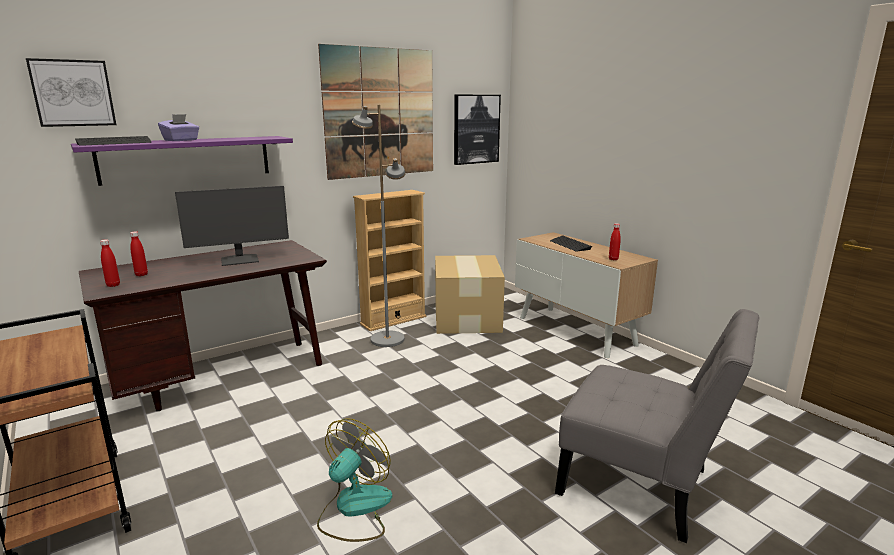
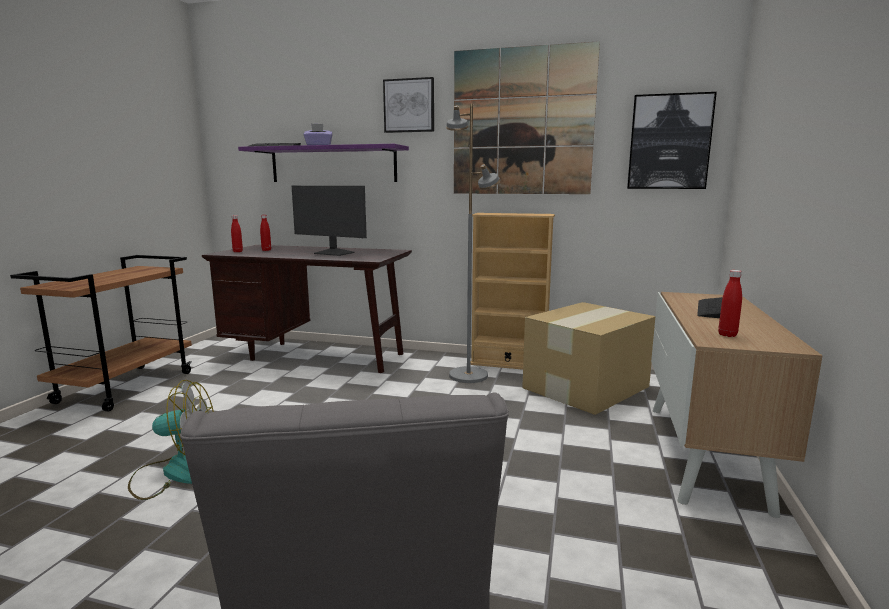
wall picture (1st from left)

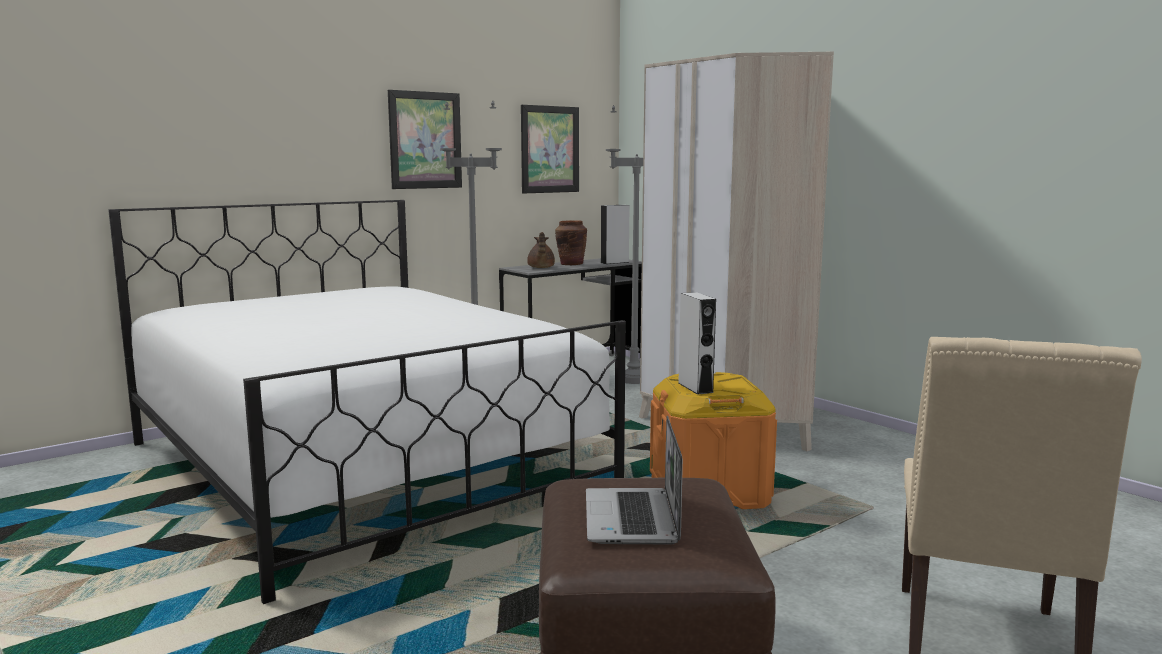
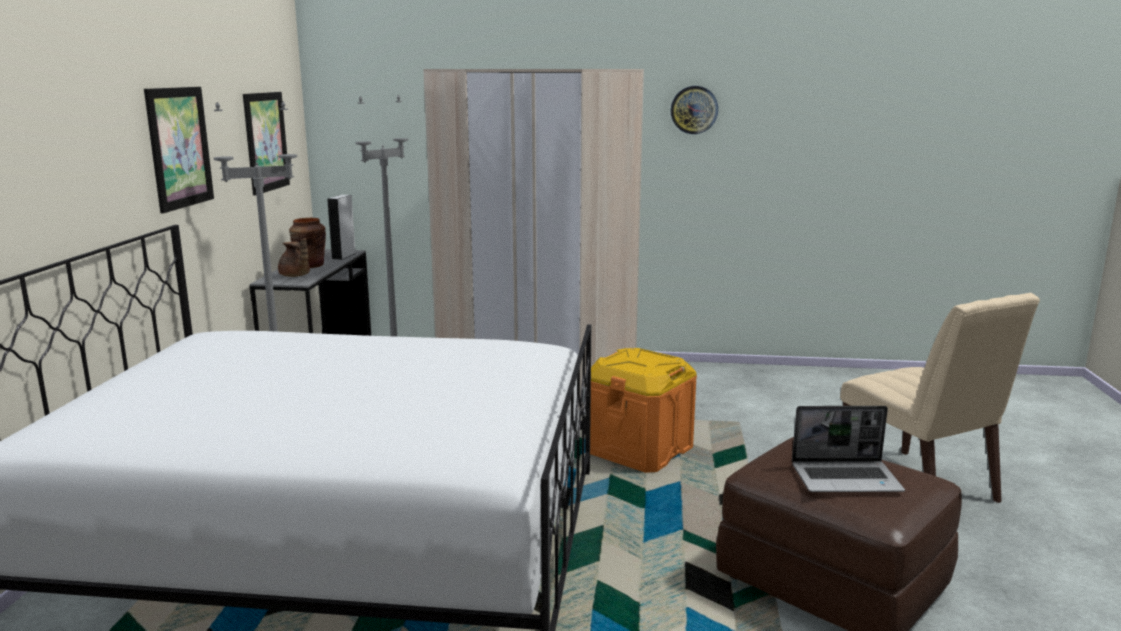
laptop; grey audio speaker (2nd from left in the first image); hanging clock

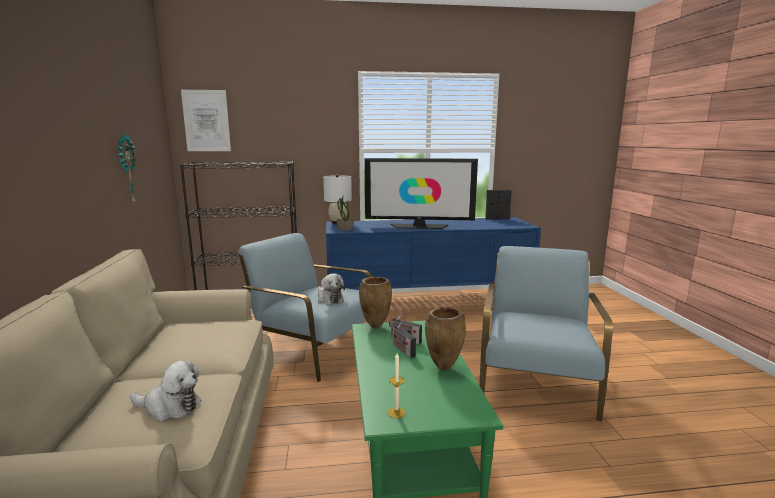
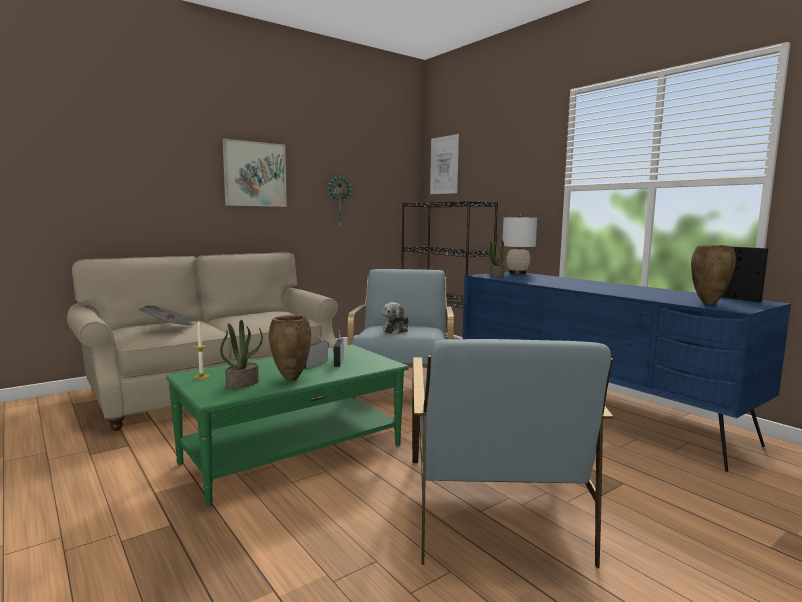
newspaper; brown-coloured vase (2nd from left); TV set; blue easy chair (2nd from left); houseplant (1st from left); wall picture (1st from left)

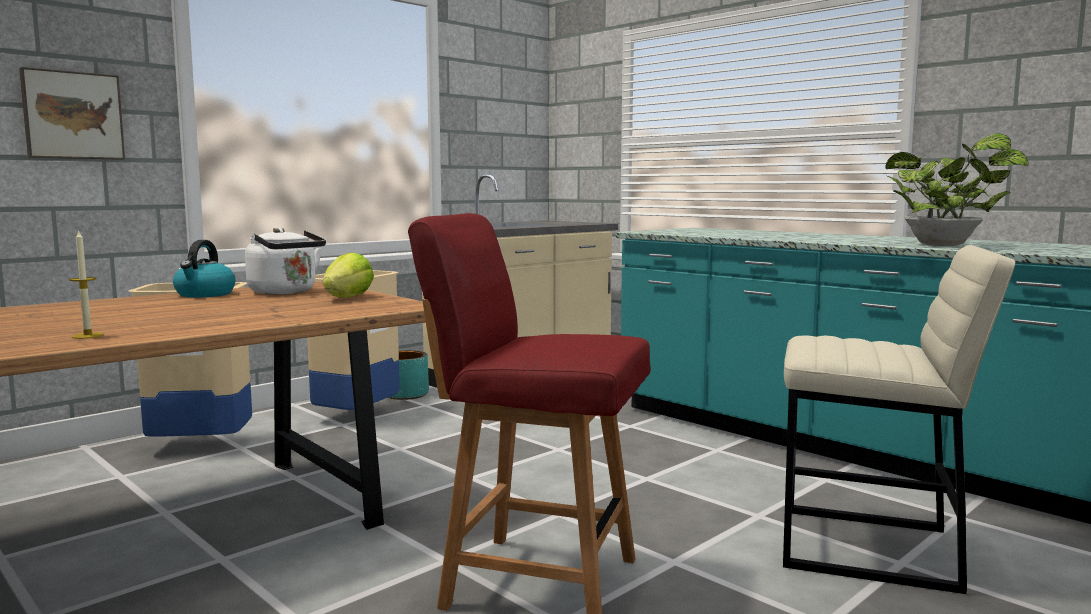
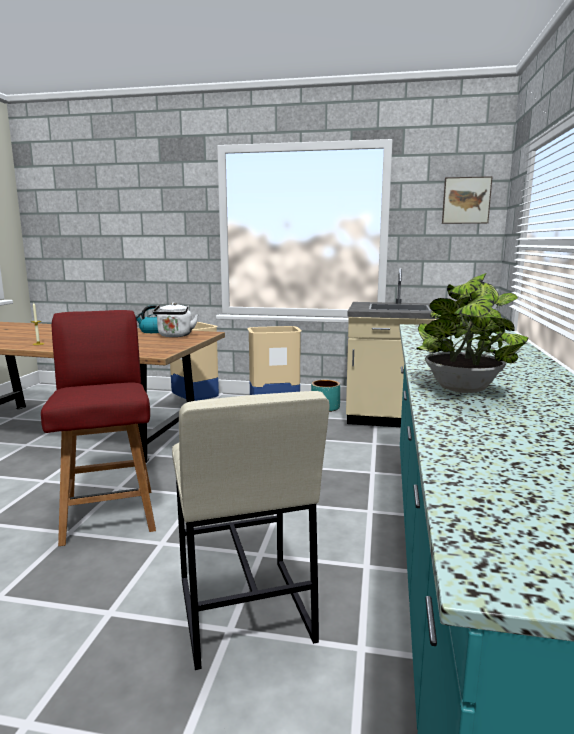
wall picture; lettuce head

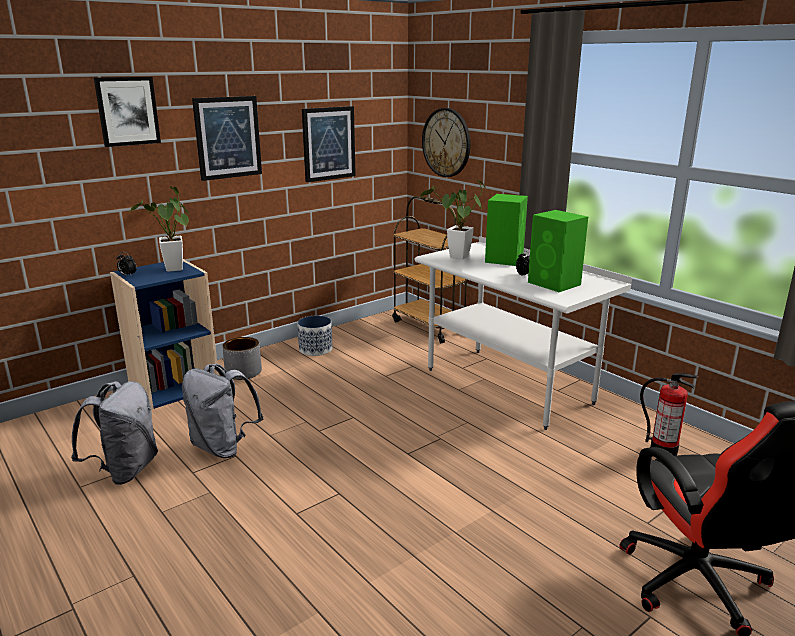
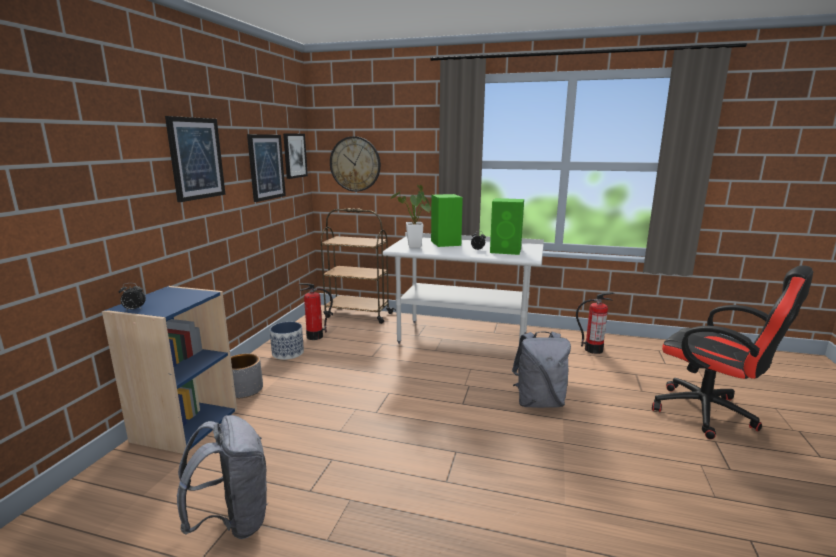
wall picture (3rd from left); houseplant (1st from left in the first image); grey knapsack (2nd from left); extinguisher (1st from left)

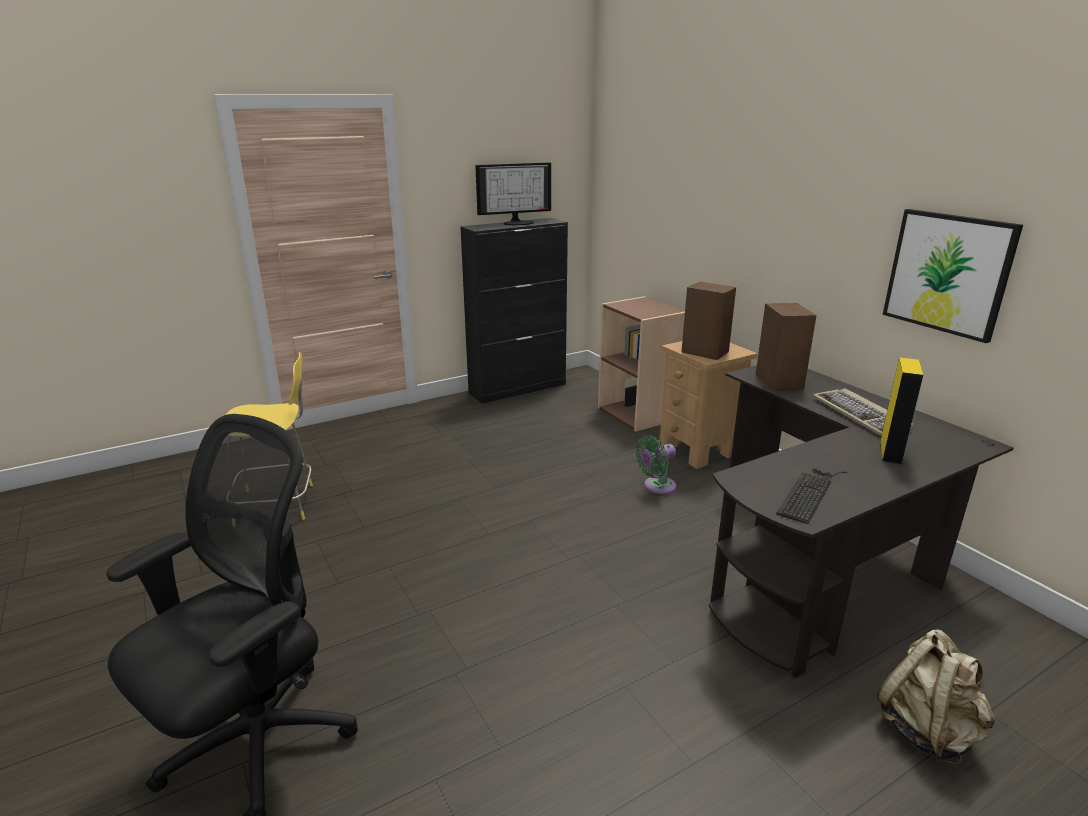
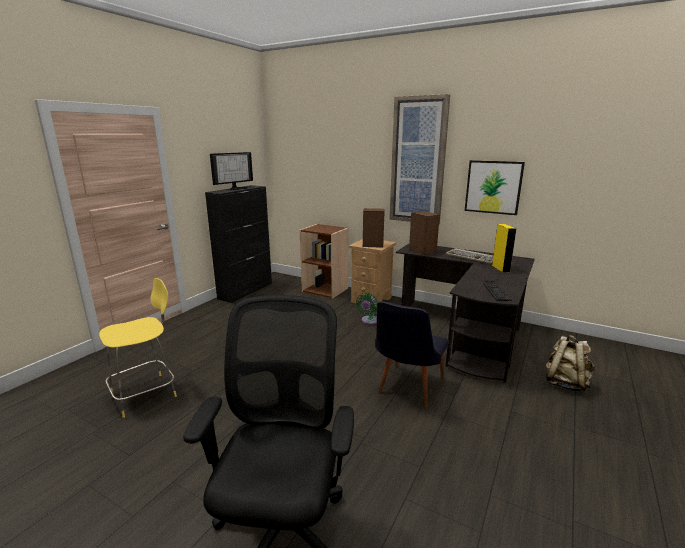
black chair; wall picture (1st from left)

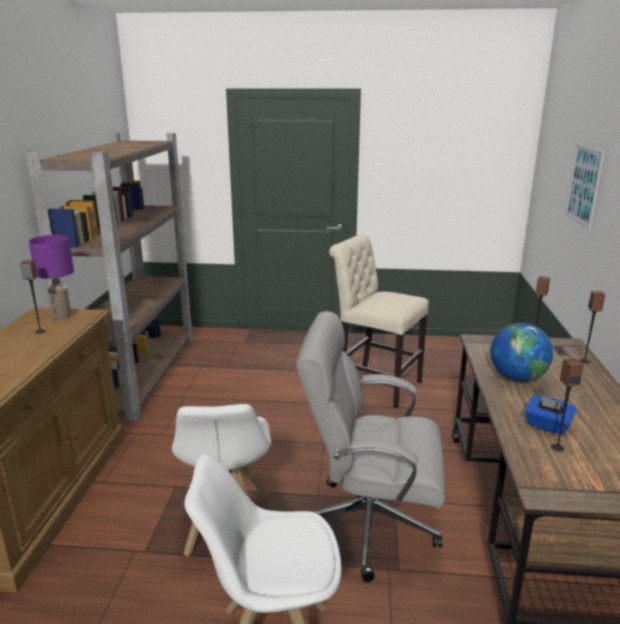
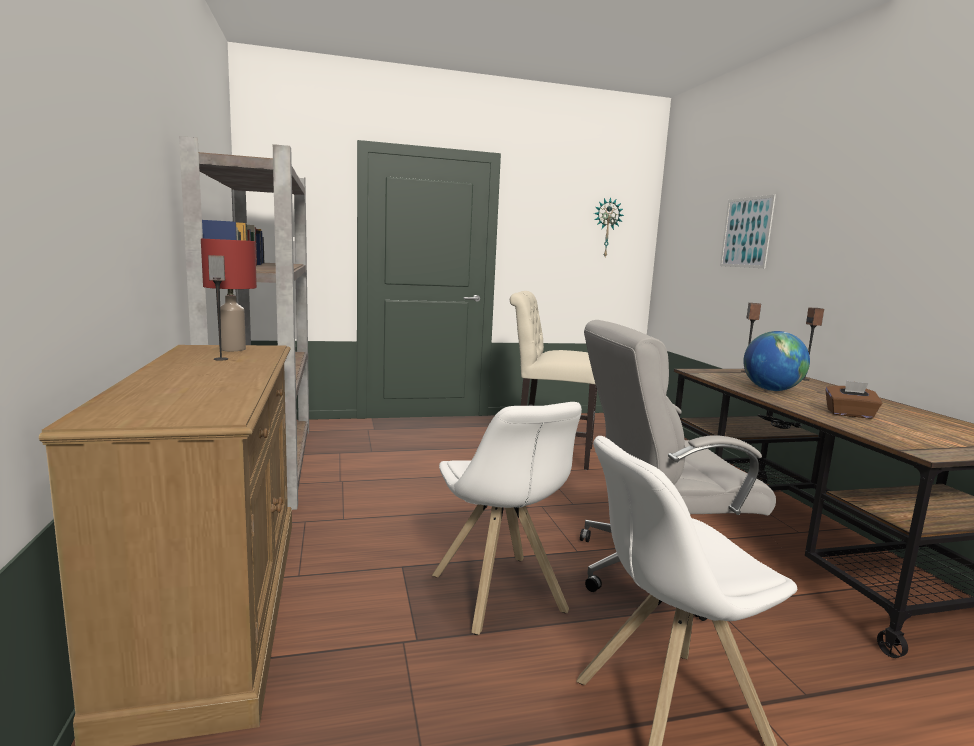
red tabletop lamp; brown-coloured box of tissues; audio speaker (3rd from left in the first image); hanging clock

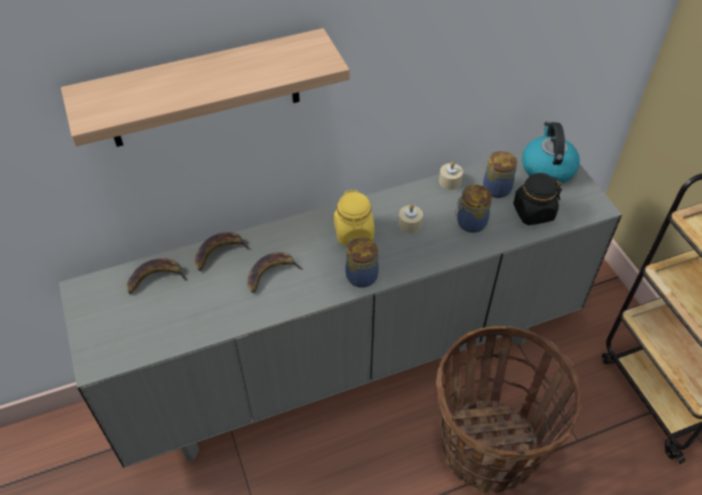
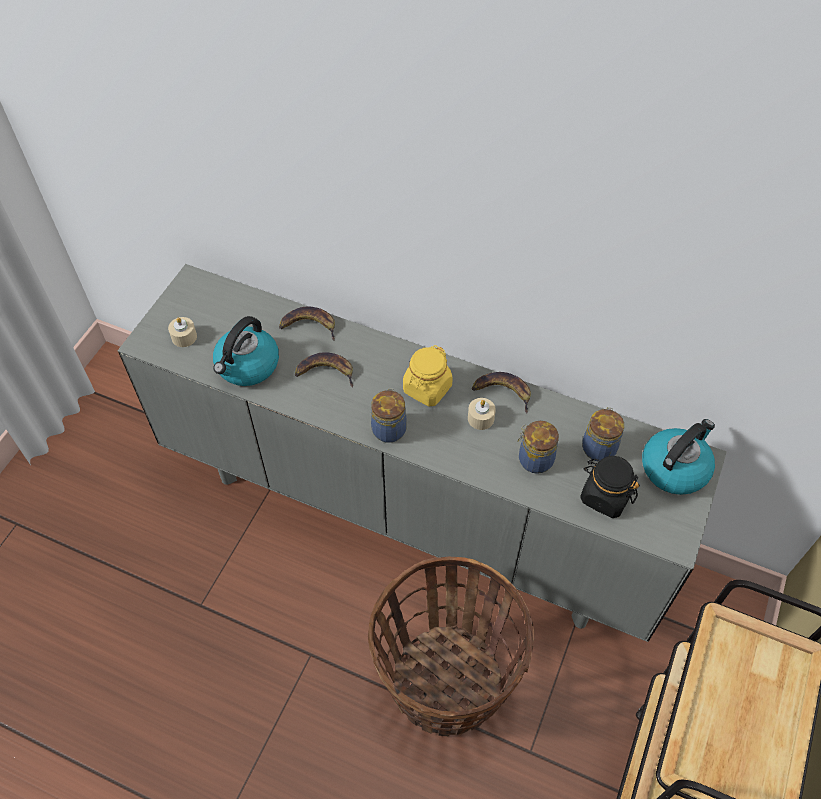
wall shelf; whole banana (3rd from left); beige-coloured wax light (1st from left); water kettle (1st from left)

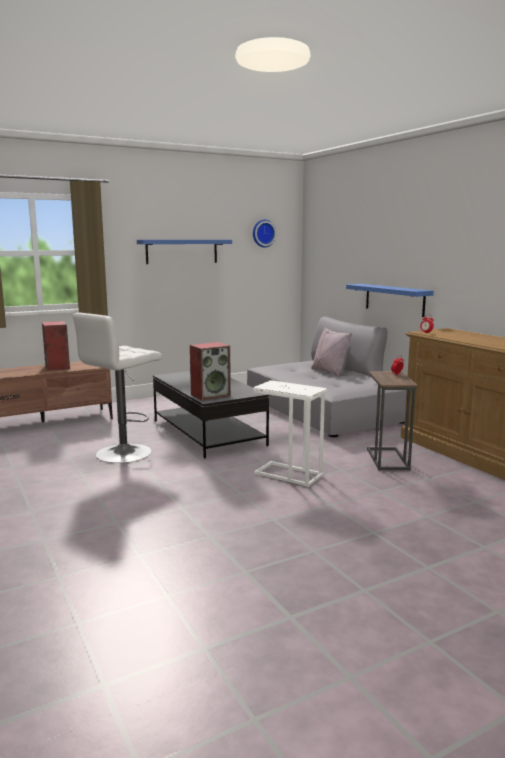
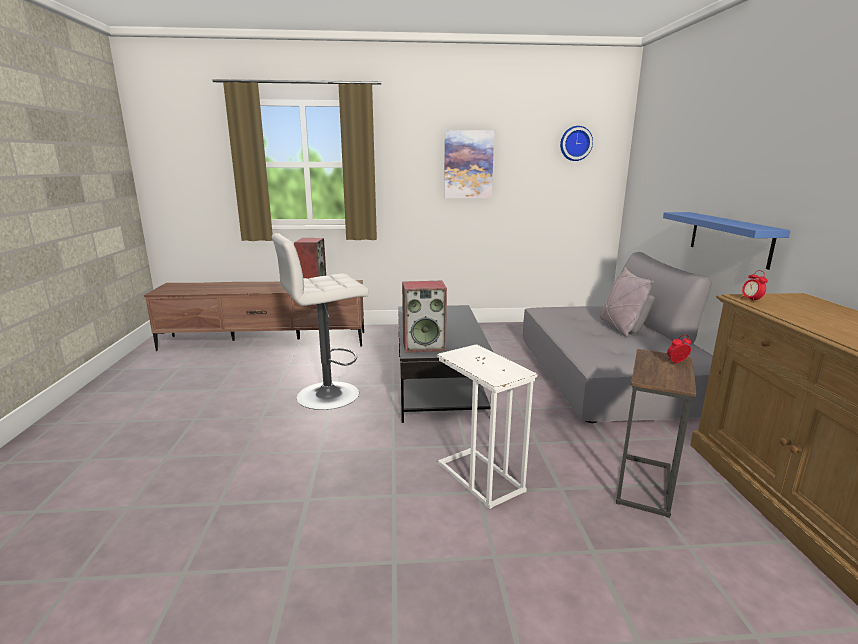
wall picture

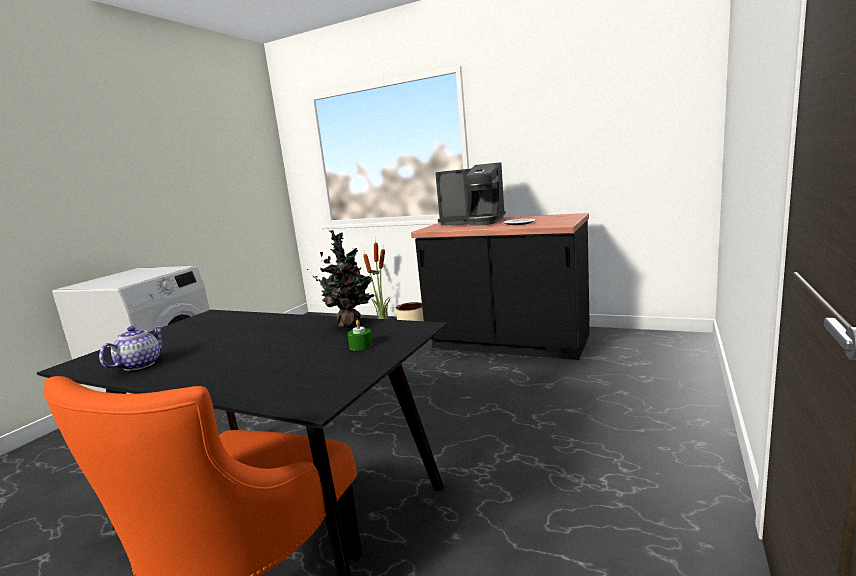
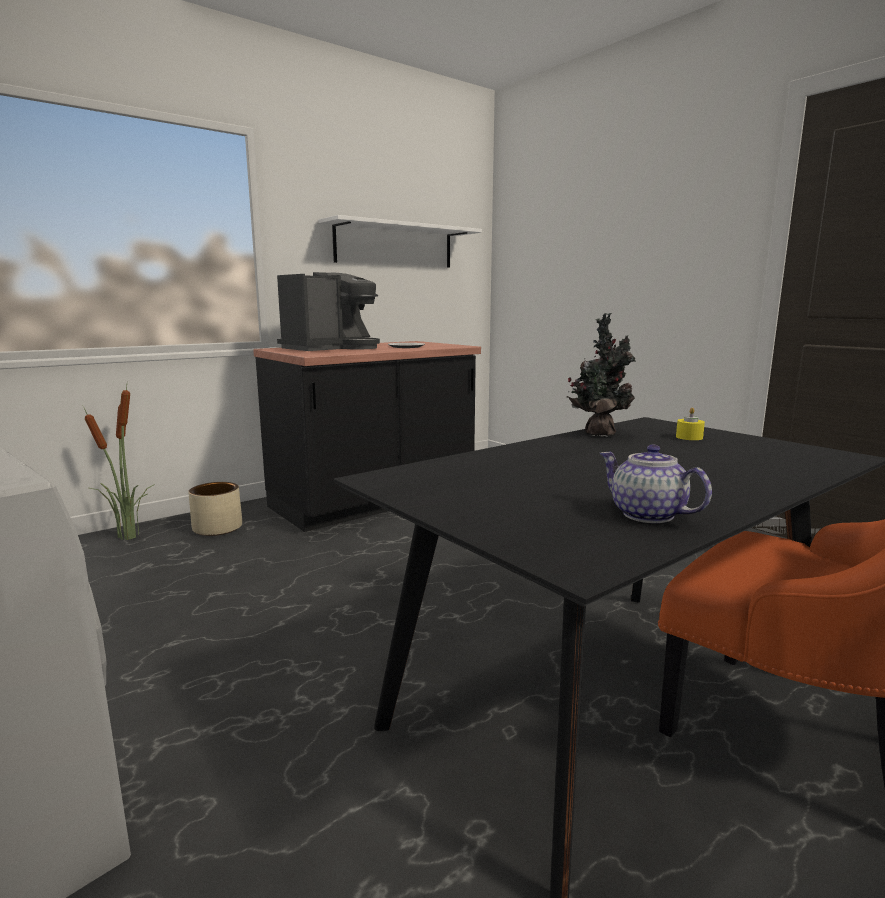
yellow wax light; white-coloured wall shelf

